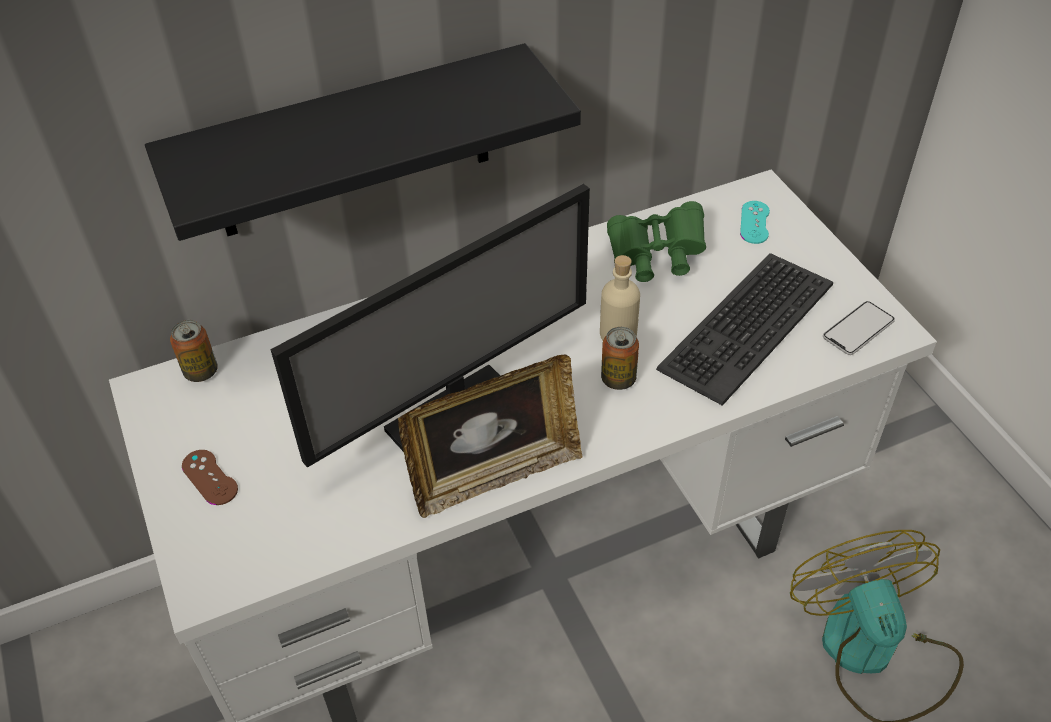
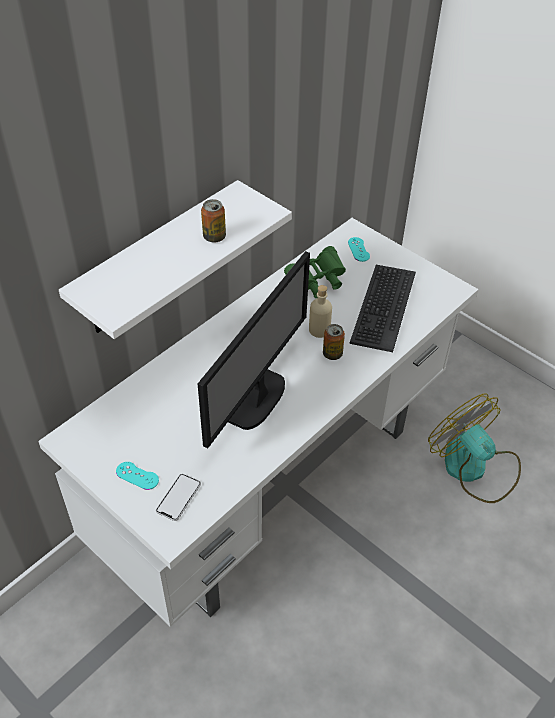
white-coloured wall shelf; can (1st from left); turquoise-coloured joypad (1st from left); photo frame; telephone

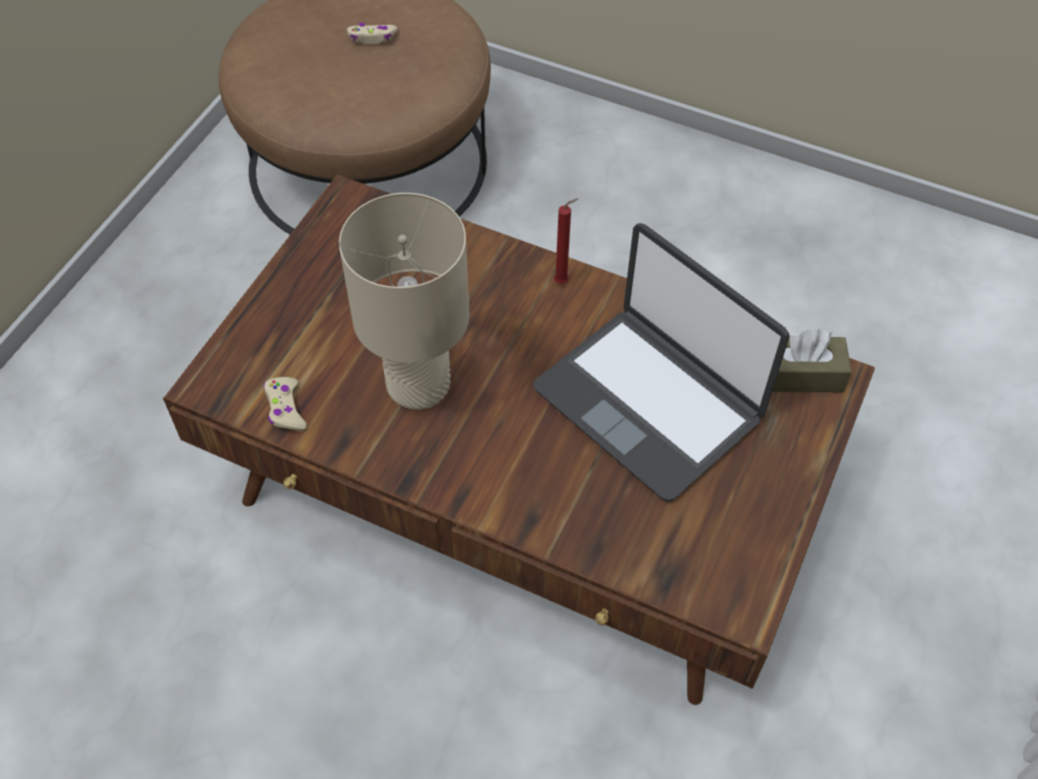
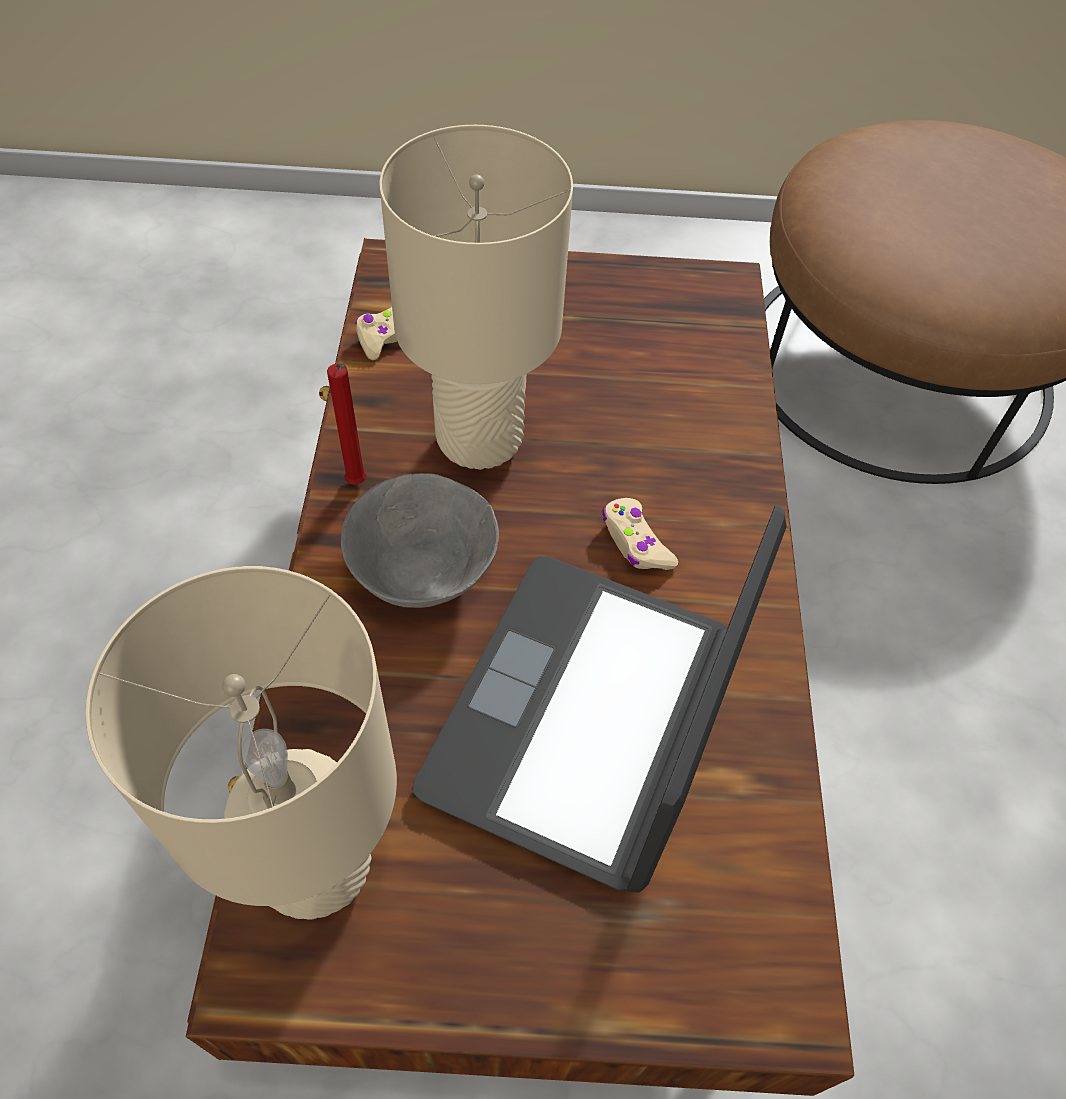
beige-coloured joypad (2nd from left); red wax light; brown-coloured box of tissues; beige-coloured tabletop lamp (1st from left); grey serving bowl

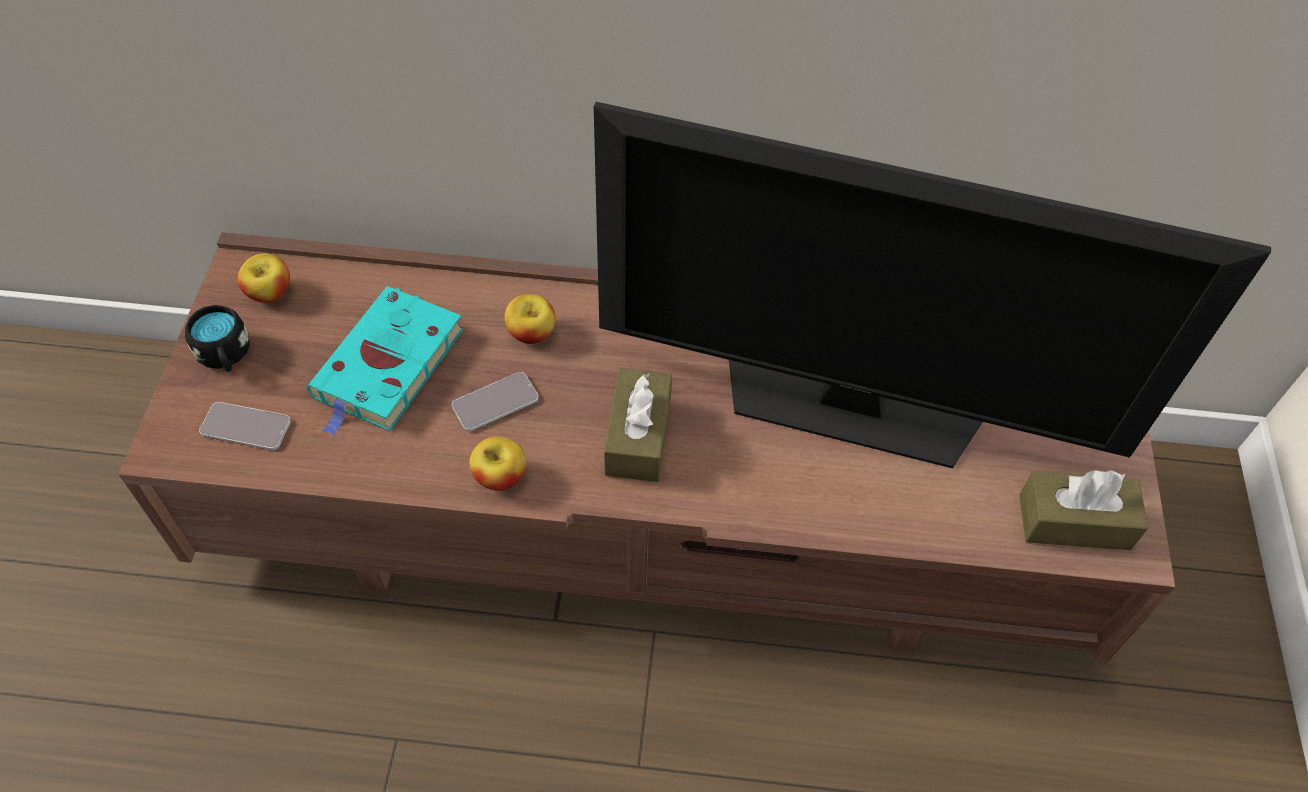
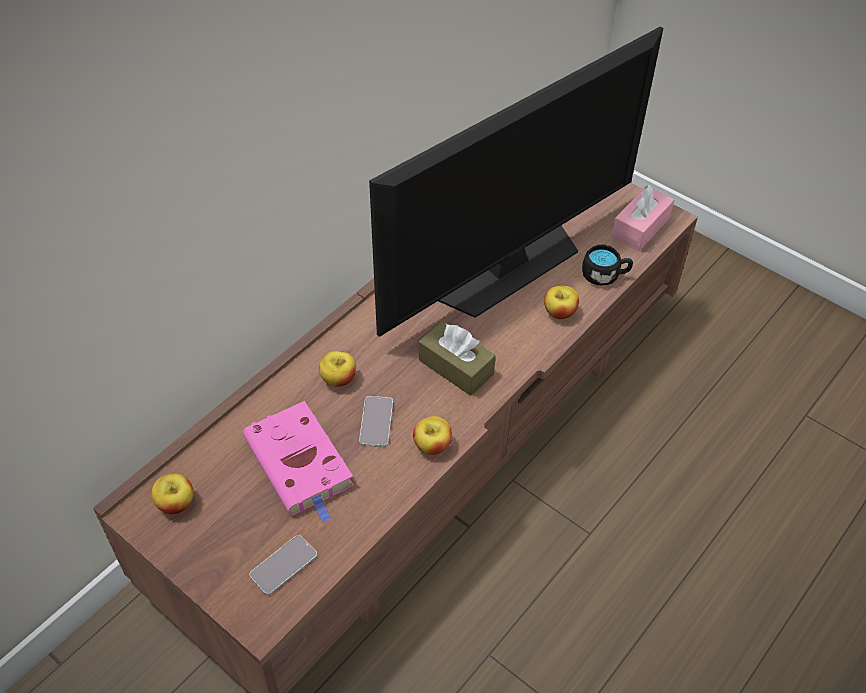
black tea mug; pinkish book; pinkish box of tissues; apple (4th from left)

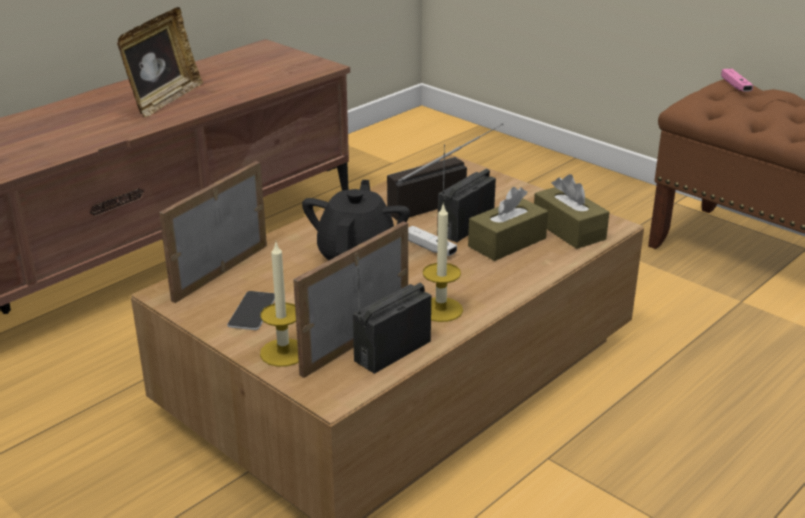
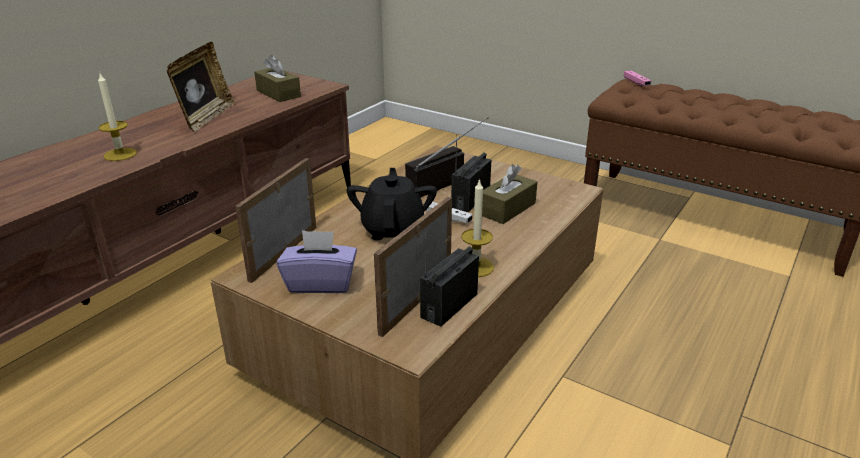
purple-coloured box of tissues; wax light (1st from left); brown-coloured box of tissues (1st from left)

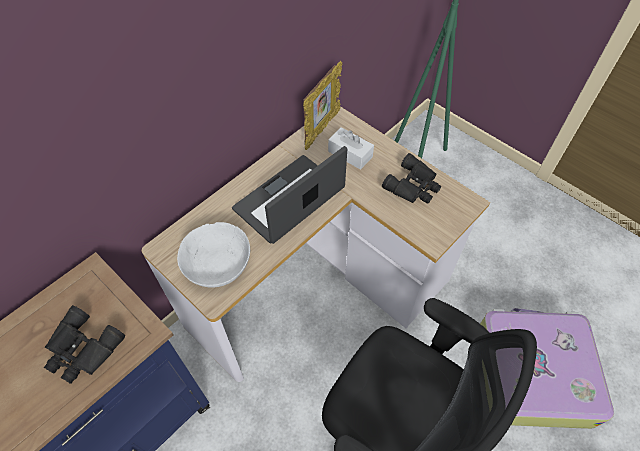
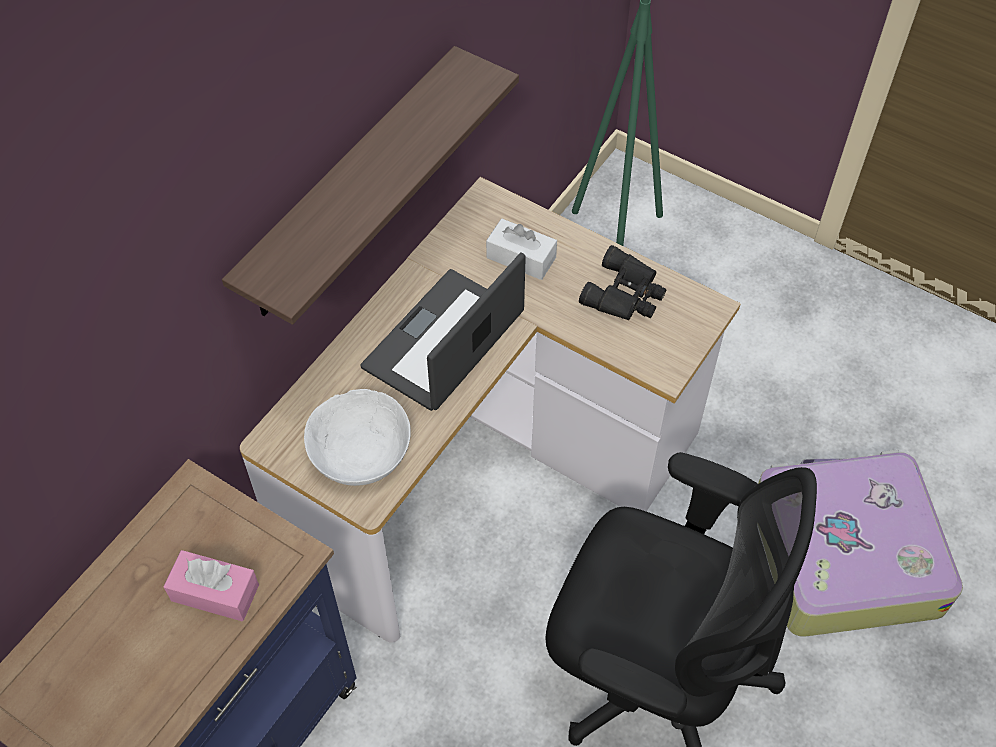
pinkish box of tissues; photo frame; wall shelf

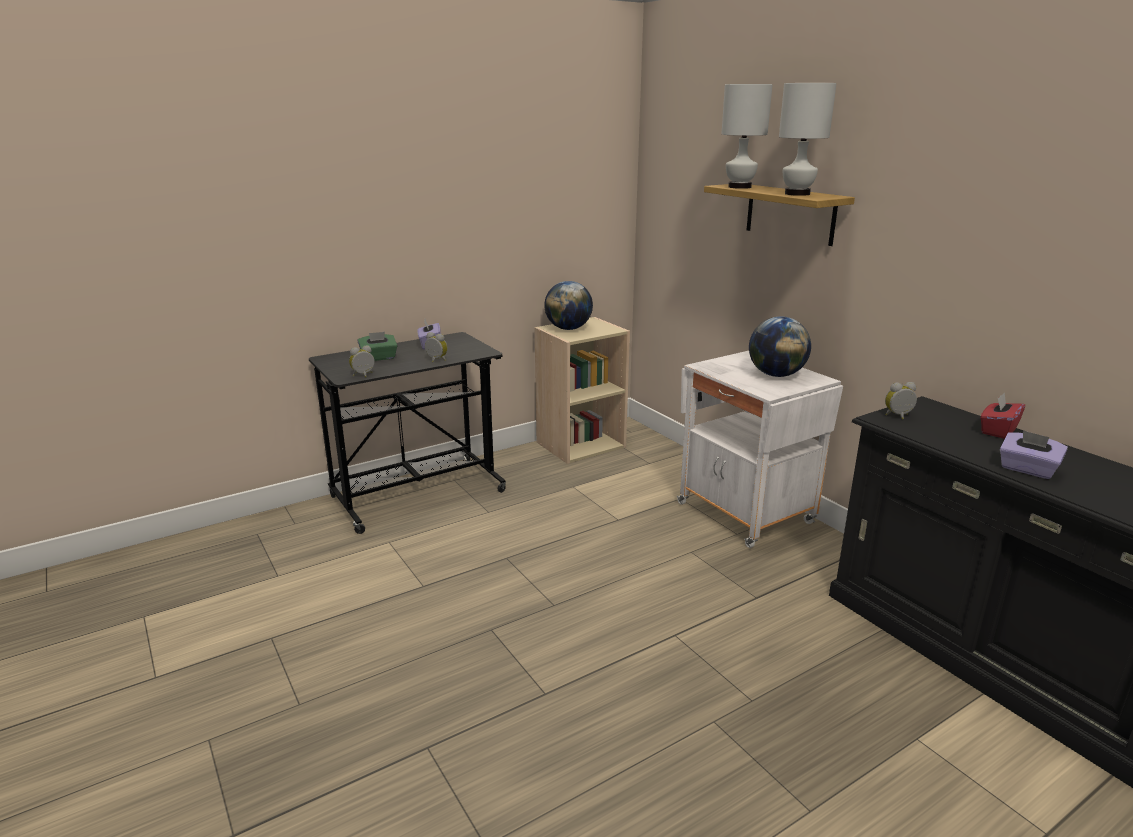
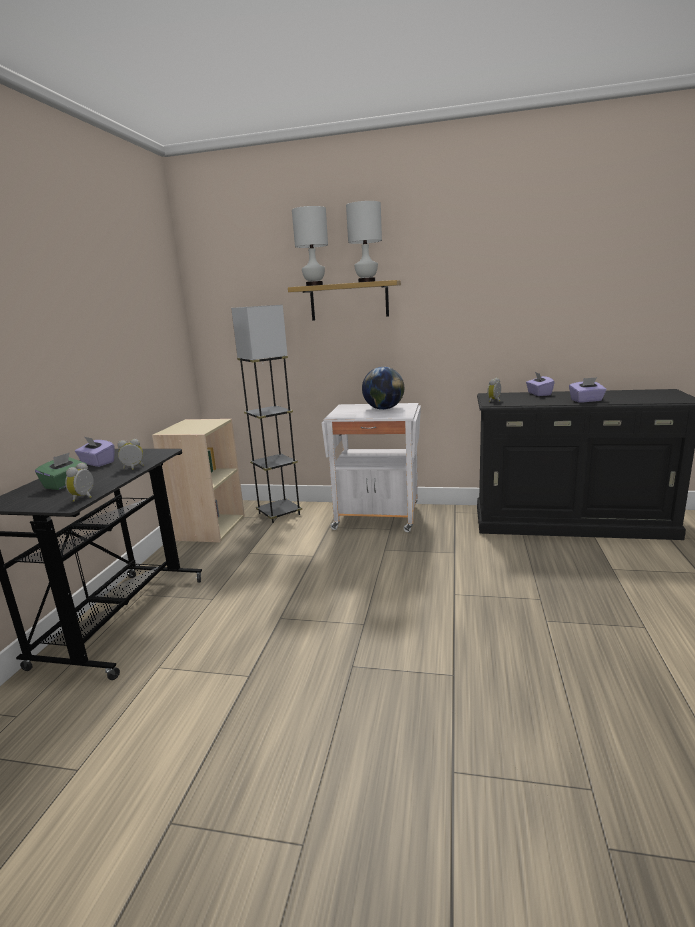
world globe (1st from left in the first image); purple-coloured box of tissues (2nd from left); grey standard lamp

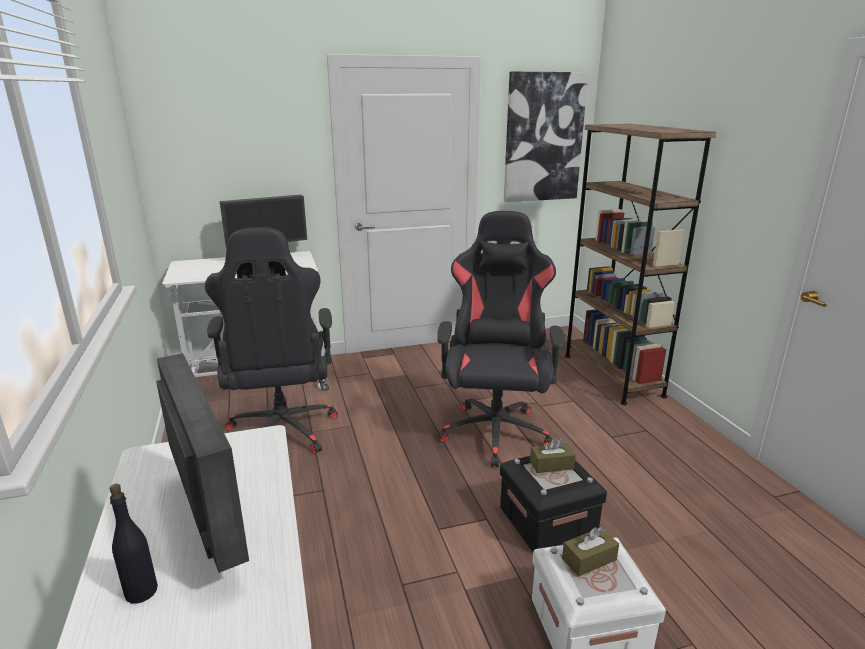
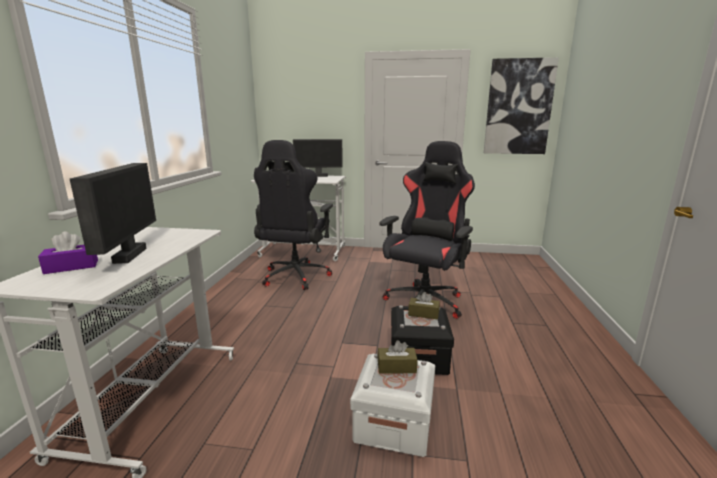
purple-coloured box of tissues; brown-coloured bookshelf

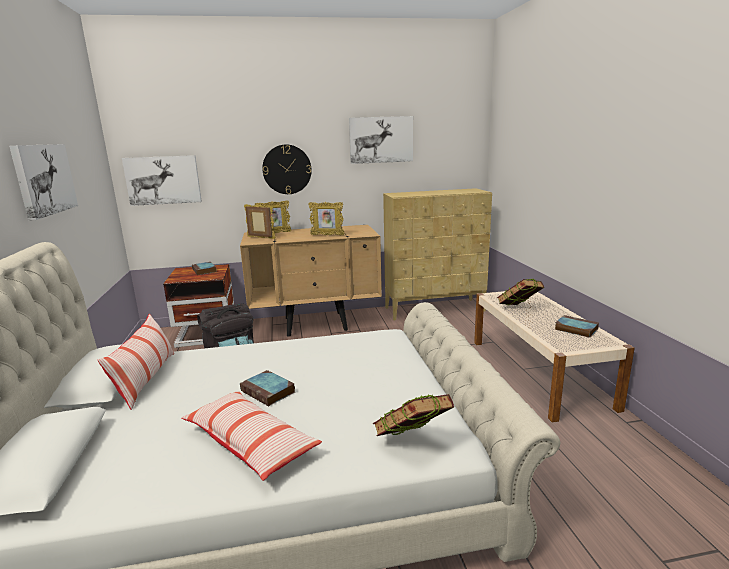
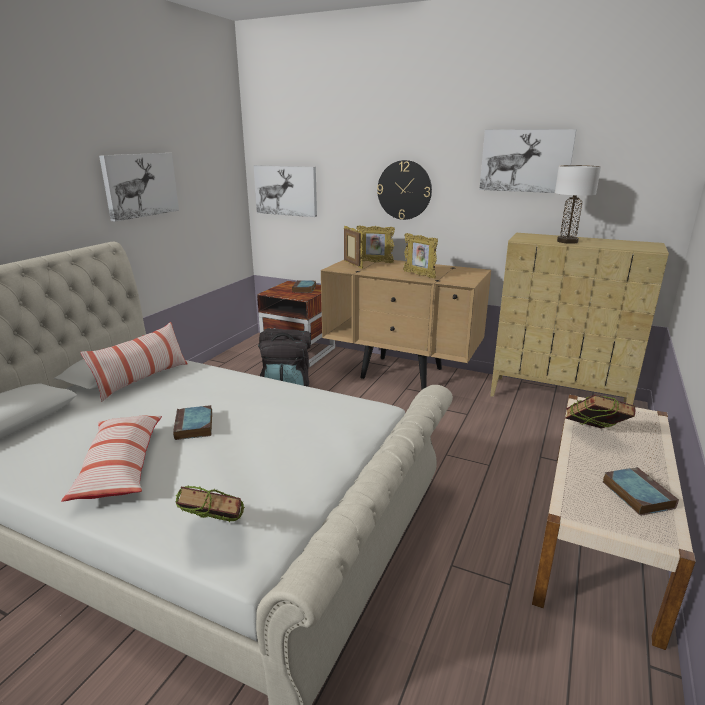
tabletop lamp

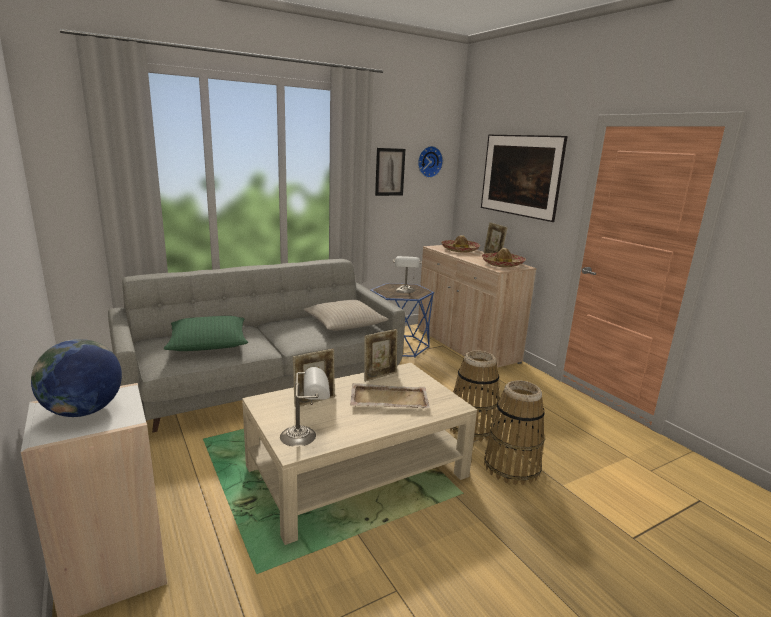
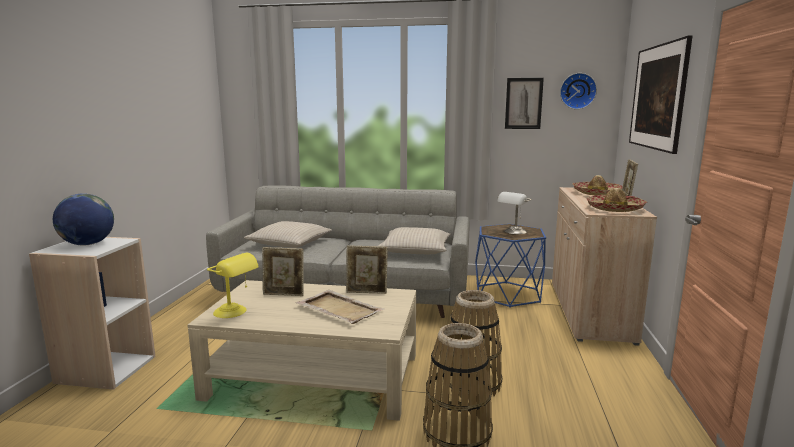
beige-coloured cushion (1st from left); yellow tabletop lamp

